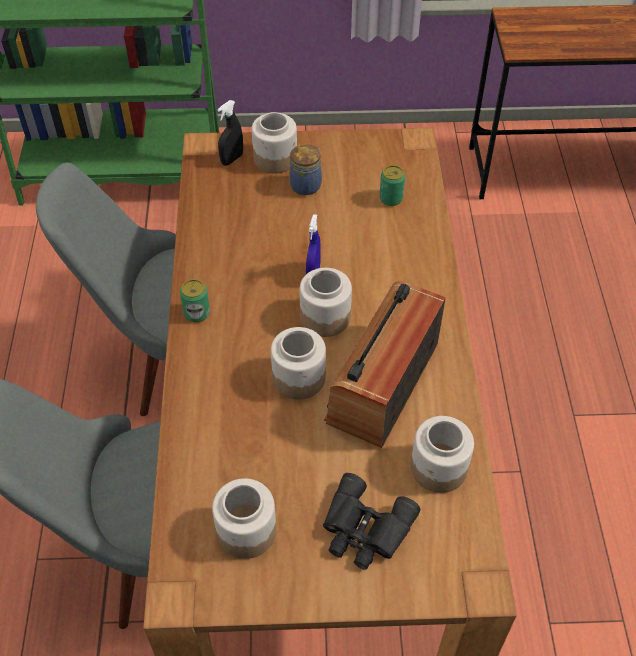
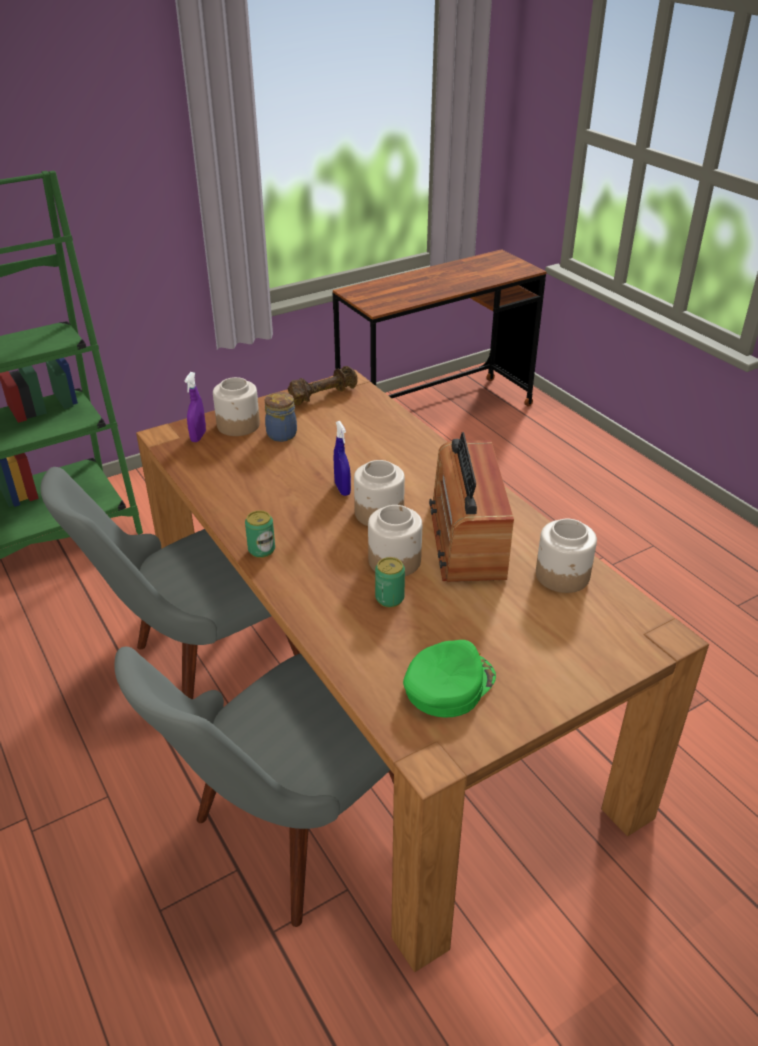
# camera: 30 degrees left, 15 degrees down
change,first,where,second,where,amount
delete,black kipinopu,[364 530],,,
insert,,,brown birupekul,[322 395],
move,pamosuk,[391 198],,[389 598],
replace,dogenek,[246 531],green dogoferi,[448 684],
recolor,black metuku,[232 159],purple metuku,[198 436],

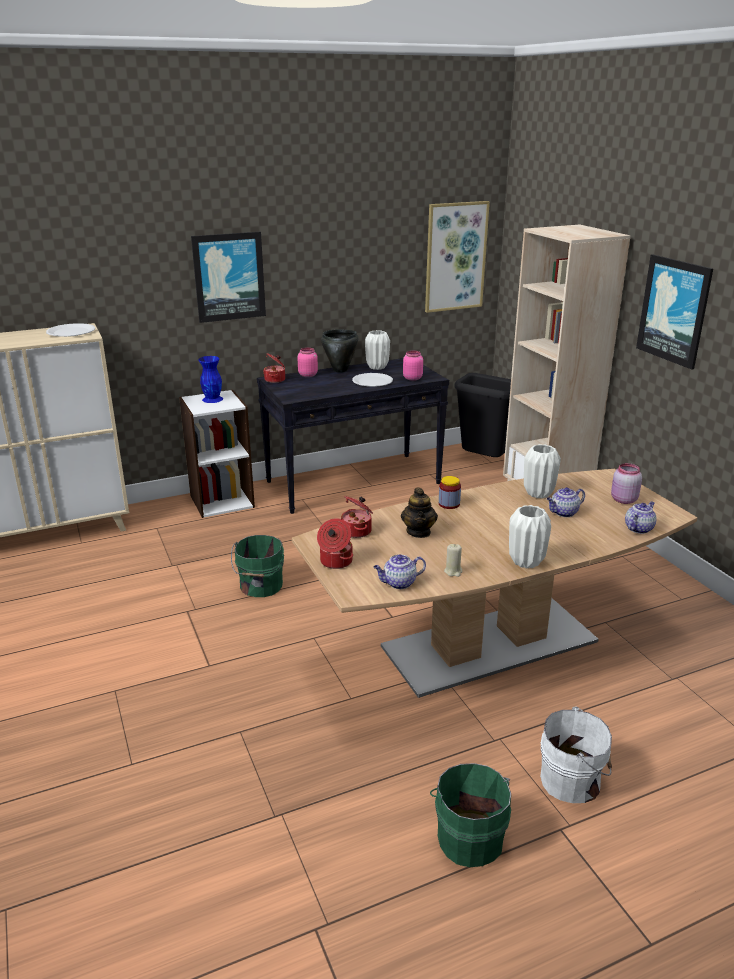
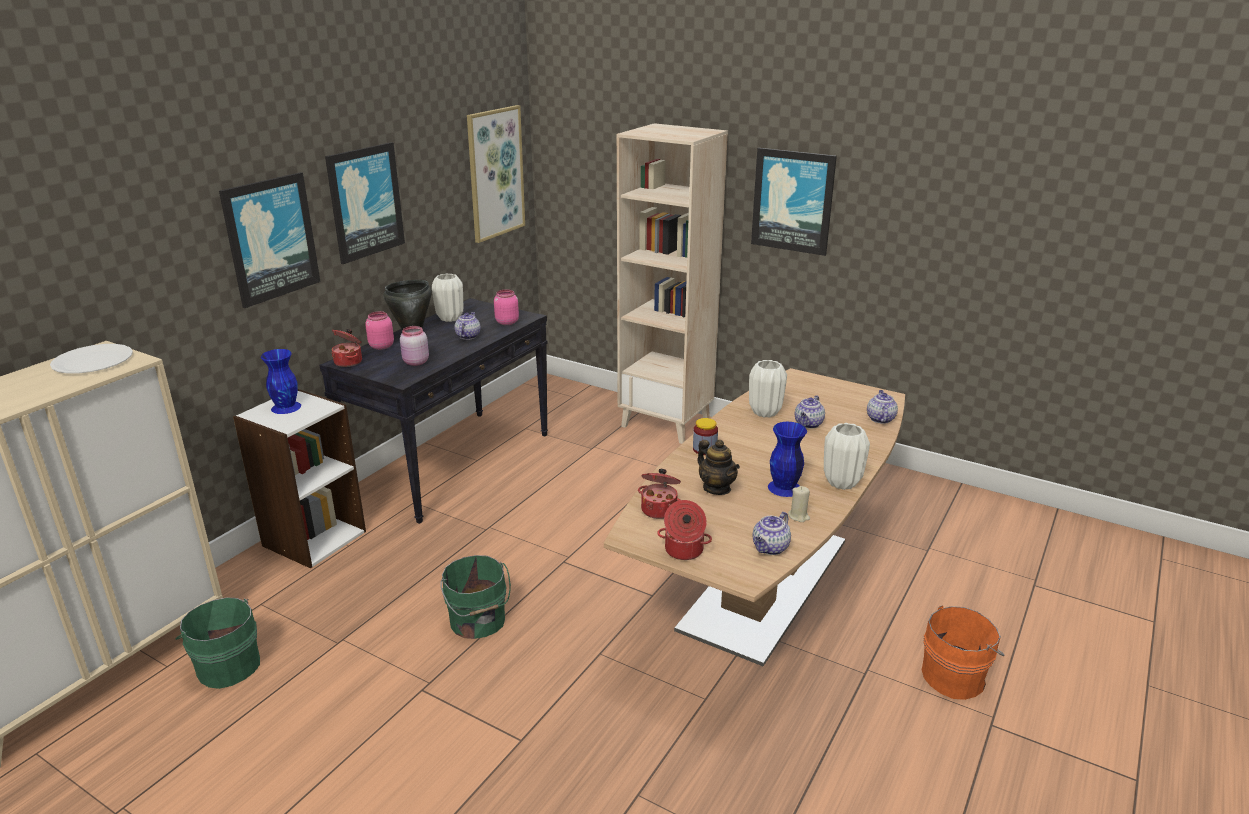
# camera: 35 degrees left, 0 degrees up
change,first,where,second,where,amount
delete,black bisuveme,[484 461],,,
insert,,,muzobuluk,[365 202],
insert,,,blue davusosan,[784 488],
move,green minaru,[469 836],,[227 665],
move,pink dogenek,[623 500],,[415 362],
replace,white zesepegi,[372 381],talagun,[468 336],
recolor,white minaru,[573 780],orange minaru,[955 676],

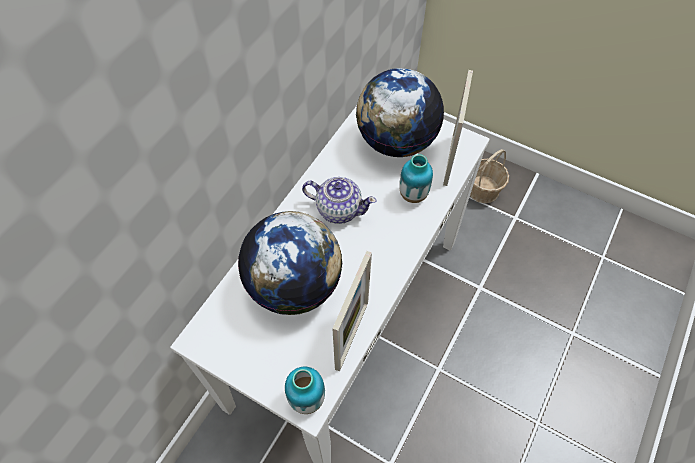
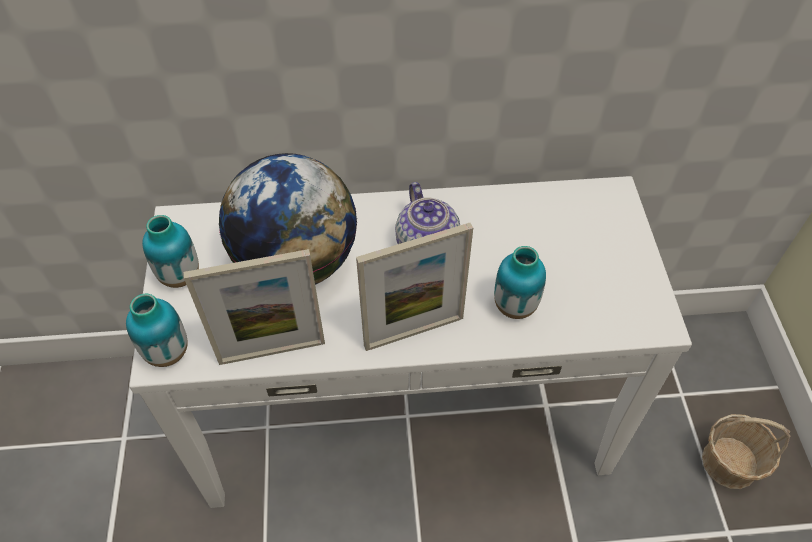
# camera: 55 degrees right, 5 degrees down
change,first,where,second,where,amount
delete,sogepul,[396 141],,,
insert,,,davusosan,[180 276],
move,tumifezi,[450 160],,[414 332],

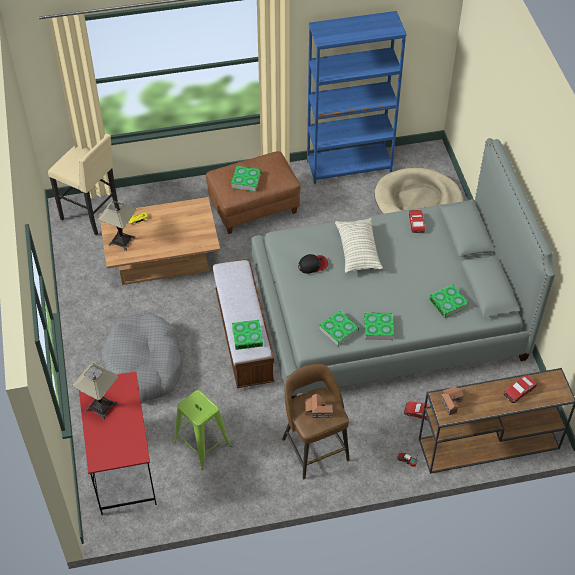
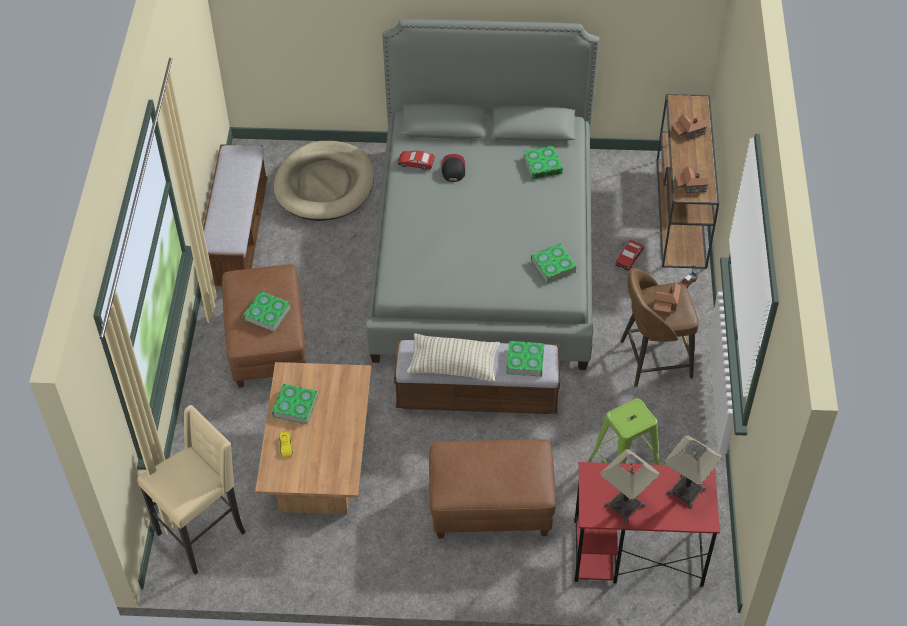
# camera: 75 degrees left, 0 degrees up
change,first,where,second,where,amount
move,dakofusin,[121 240],,[686 491],
move,dogoferi,[313 265],,[453 169],
move,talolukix,[358 251],,[454 365],
move,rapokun,[378 328],,[295 406],
replace,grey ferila,[144 365],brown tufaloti,[490 508],
replace,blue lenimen,[349 166],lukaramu,[237 234],
replace,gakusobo,[519 391],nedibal,[688 132],

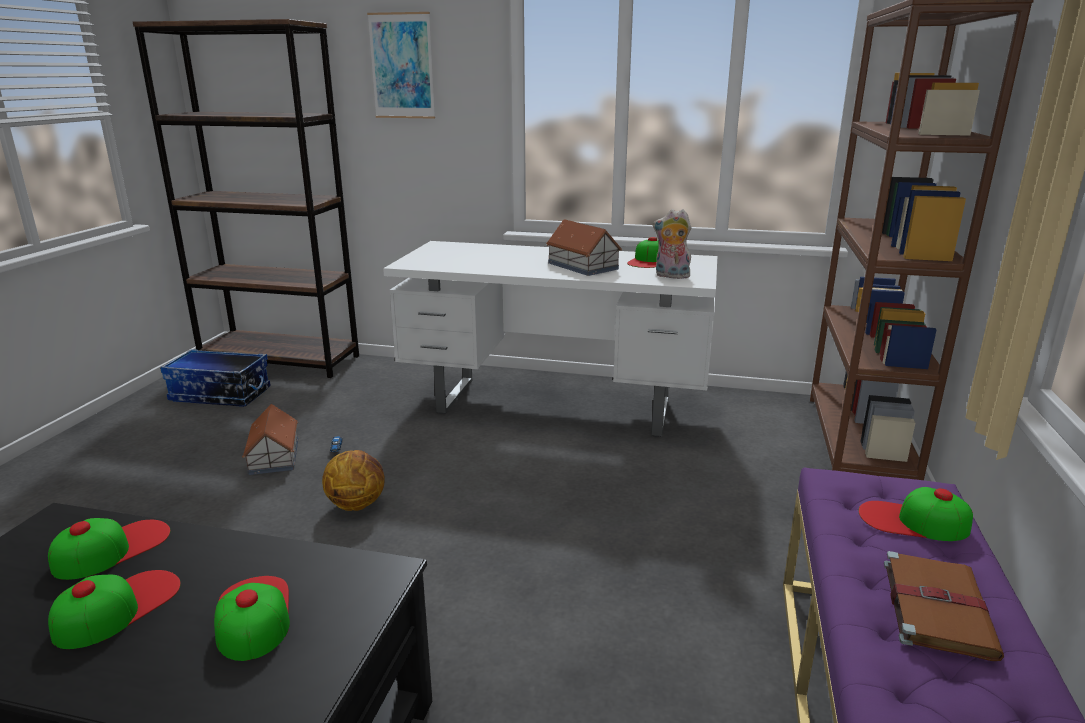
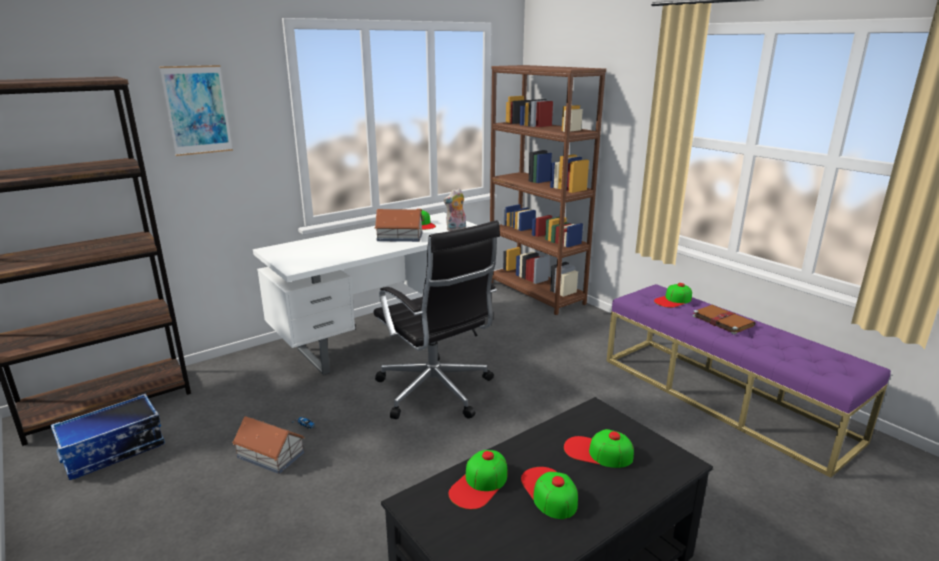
# camera: 50 degrees left, 0 degrees up
change,first,where,second,where,amount
delete,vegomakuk,[357 504],,,
insert,,,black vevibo,[436 392],
rotate,dogoferi,[112 548],,[479 484],135 degrees counterclockwise

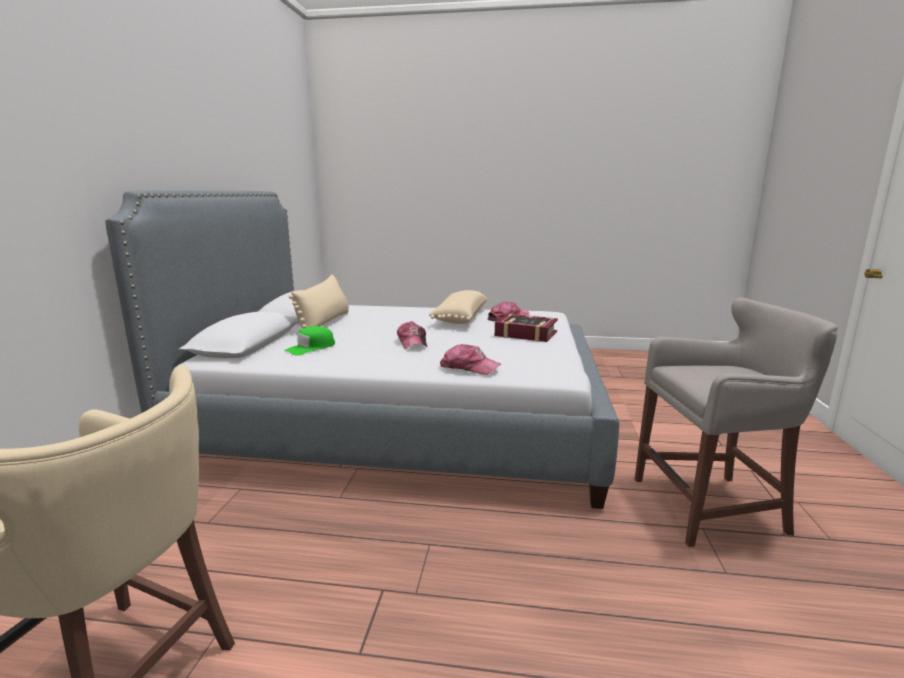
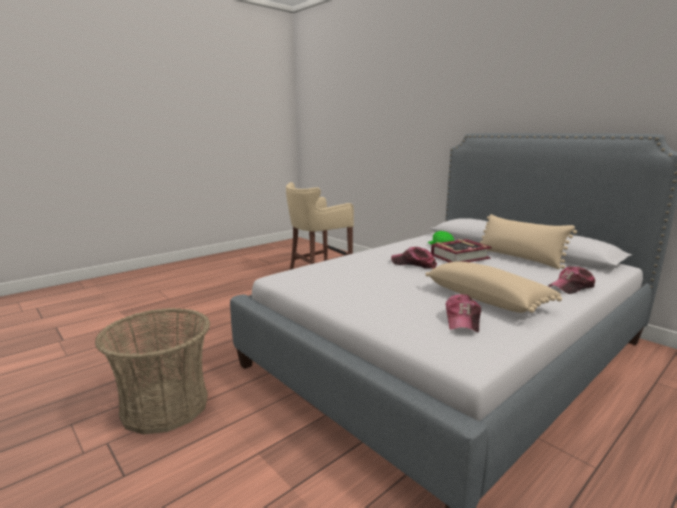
# camera: 130 degrees right, 0 degrees up
change,first,where,second,where,amount
move,dogoferi,[469 368],,[571 287],
move,rapokun,[526 334],,[459 257],
replace,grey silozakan,[713 506],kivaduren,[164 406],

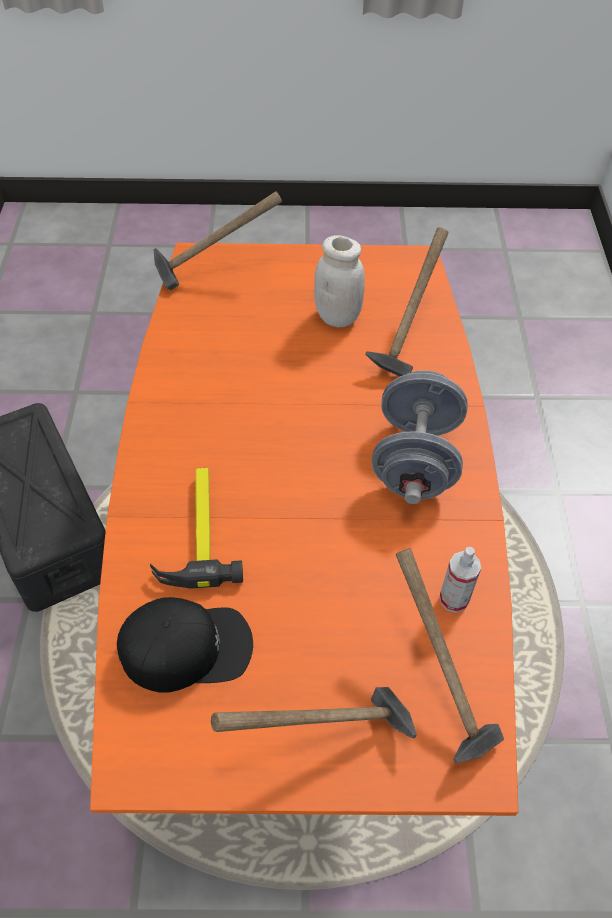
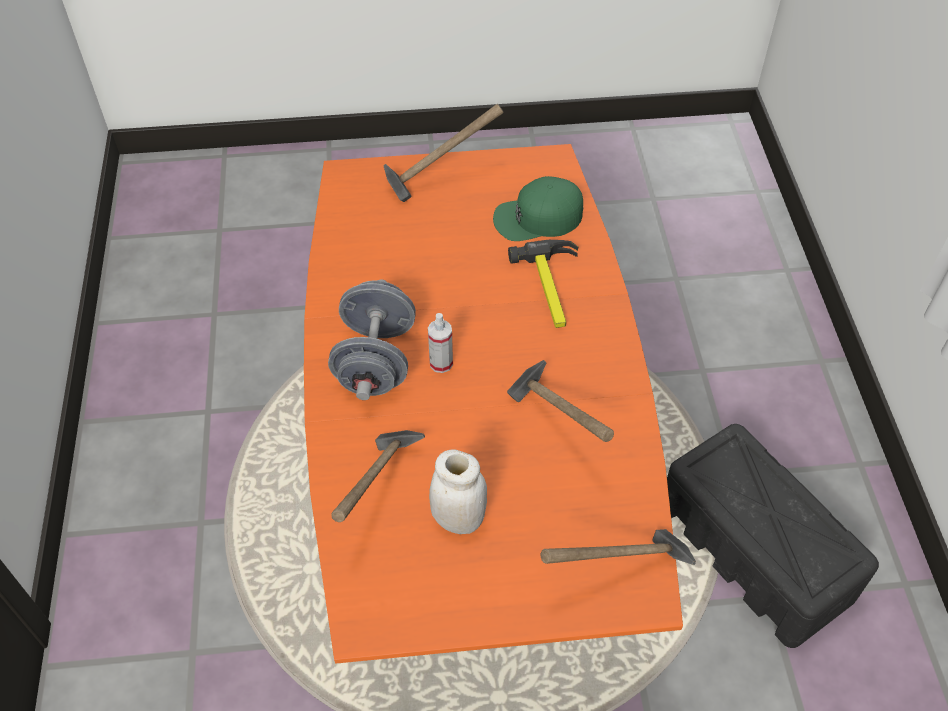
# camera: 175 degrees right, 0 degrees up
change,first,where,second,where,amount
move,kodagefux,[435 687],,[557 427],
move,metuku,[454 599],,[441 363],
recolor,black dogoferi,[187 647],green dogoferi,[538 217],

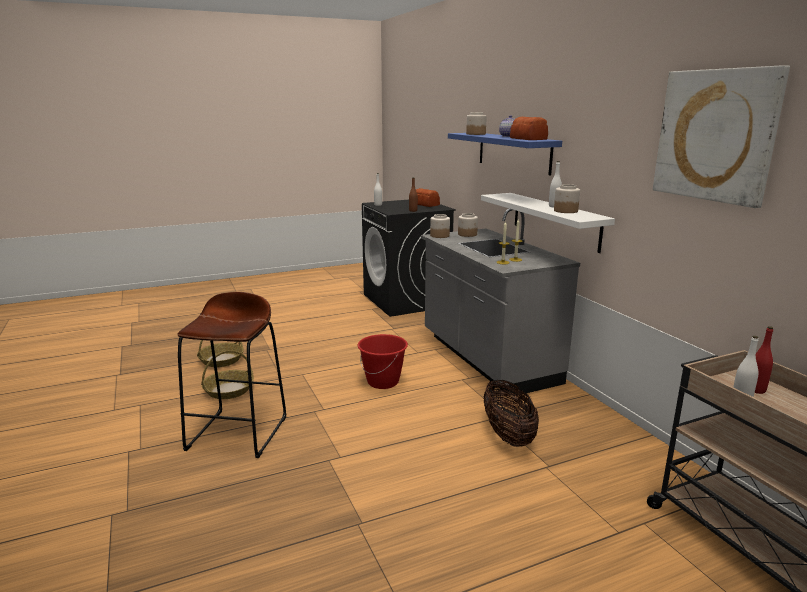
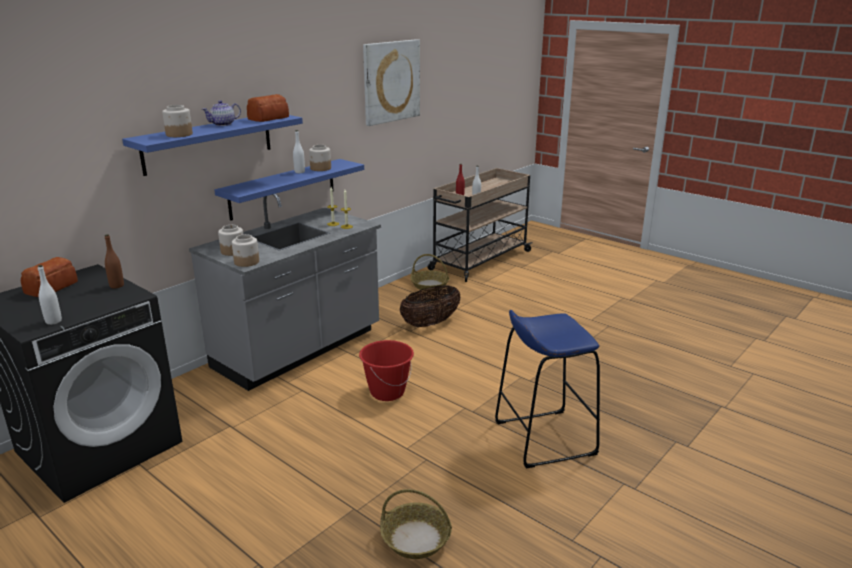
# camera: 115 degrees left, 5 degrees up
change,first,where,second,where,amount
move,kivaduren,[229 390],,[429 285],
recolor,brown silozakan,[238 433],blue silozakan,[544 438],
recolor,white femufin,[555 221],blue femufin,[283 189],

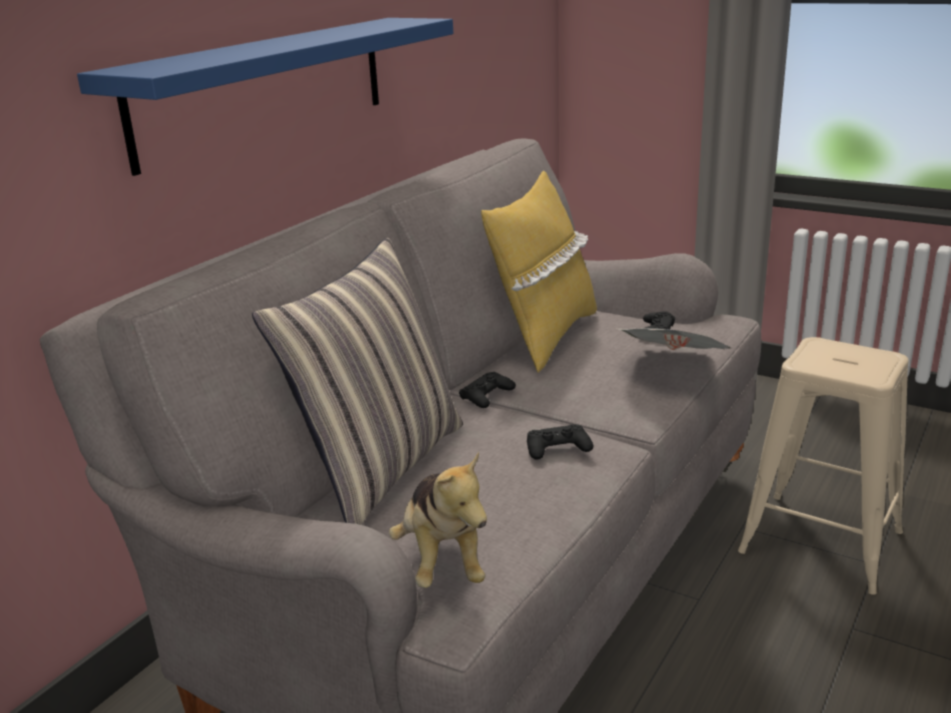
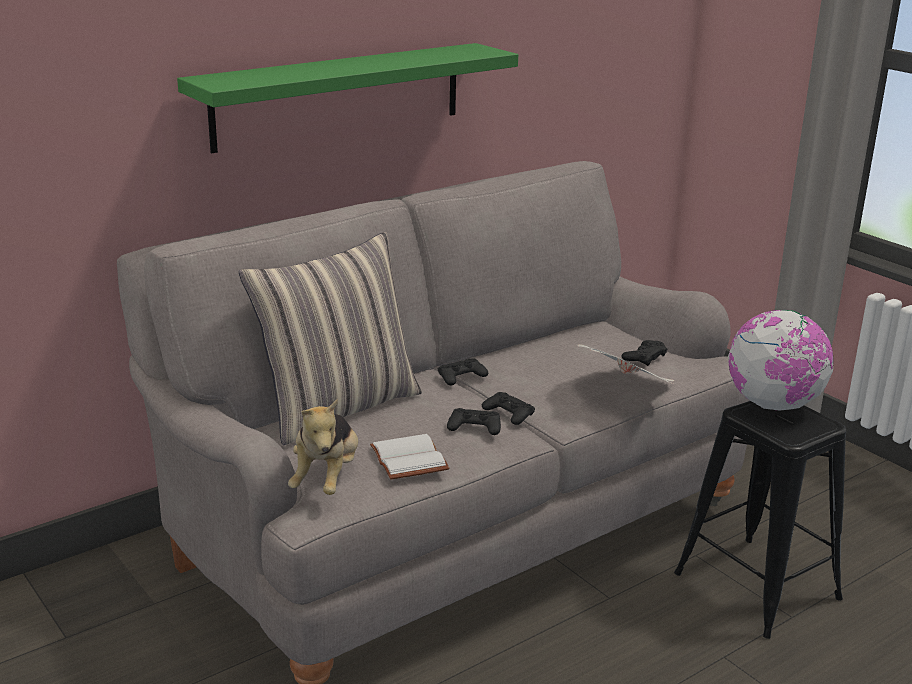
# camera: 20 degrees right, 0 degrees up
change,first,where,second,where,amount
delete,yellow talolukix,[544 337],,,
insert,,,white rapokun,[411 459],
insert,,,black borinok,[508 413],
insert,,,sogepul,[773 405],
recolor,blue femufin,[265 88],green femufin,[339 96],
recolor,beige silozakan,[821 542],black silozakan,[757 586],

